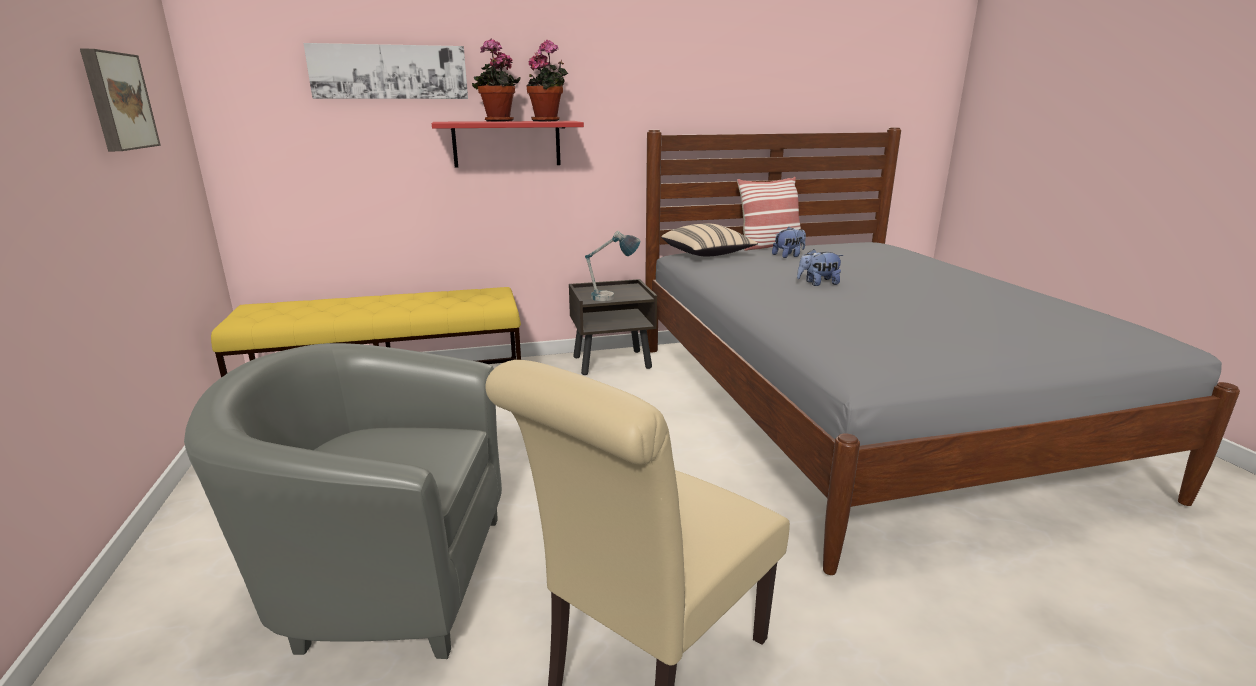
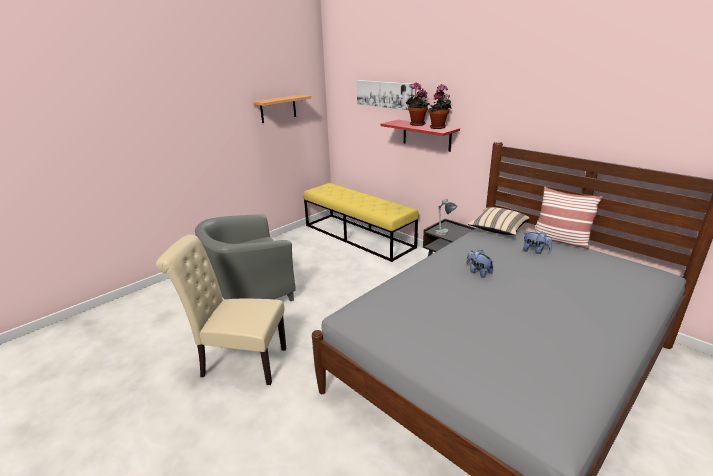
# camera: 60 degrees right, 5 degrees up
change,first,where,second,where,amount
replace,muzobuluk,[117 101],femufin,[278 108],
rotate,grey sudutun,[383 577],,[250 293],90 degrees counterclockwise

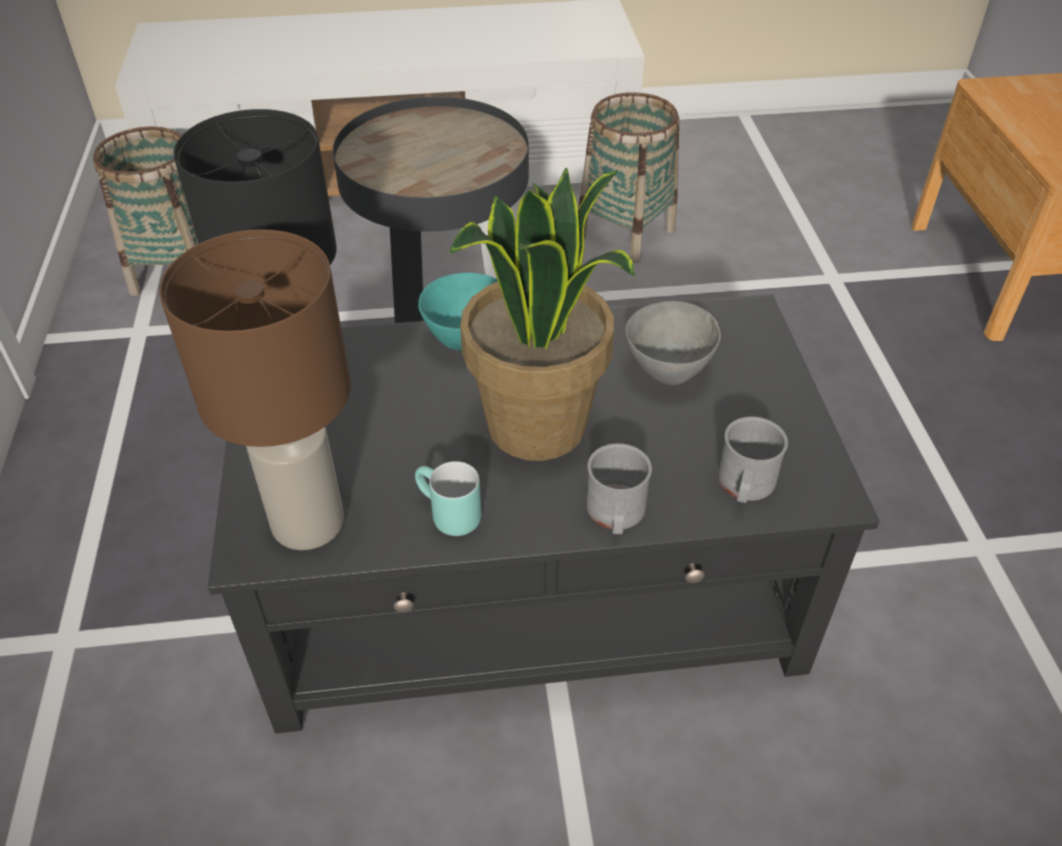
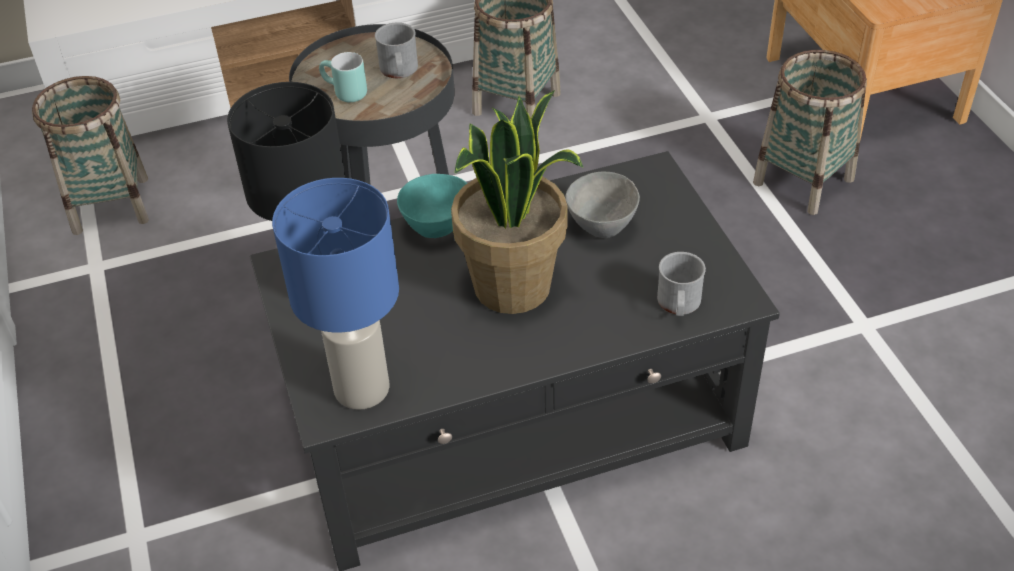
# camera: 10 degrees left, 0 degrees up
change,first,where,second,where,amount
insert,,,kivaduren,[803 181],
move,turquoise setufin,[446 516],,[343 94],
move,grey setufin,[615 515],,[399 71],
recolor,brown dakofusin,[306 523],blue dakofusin,[360 389],

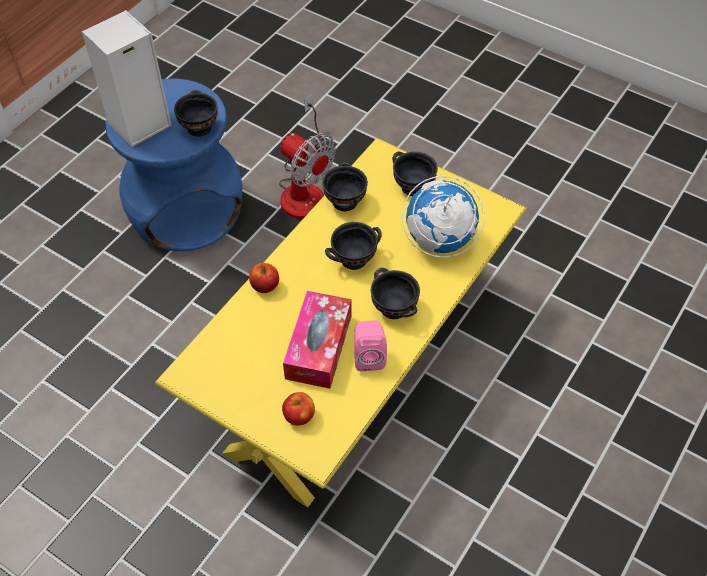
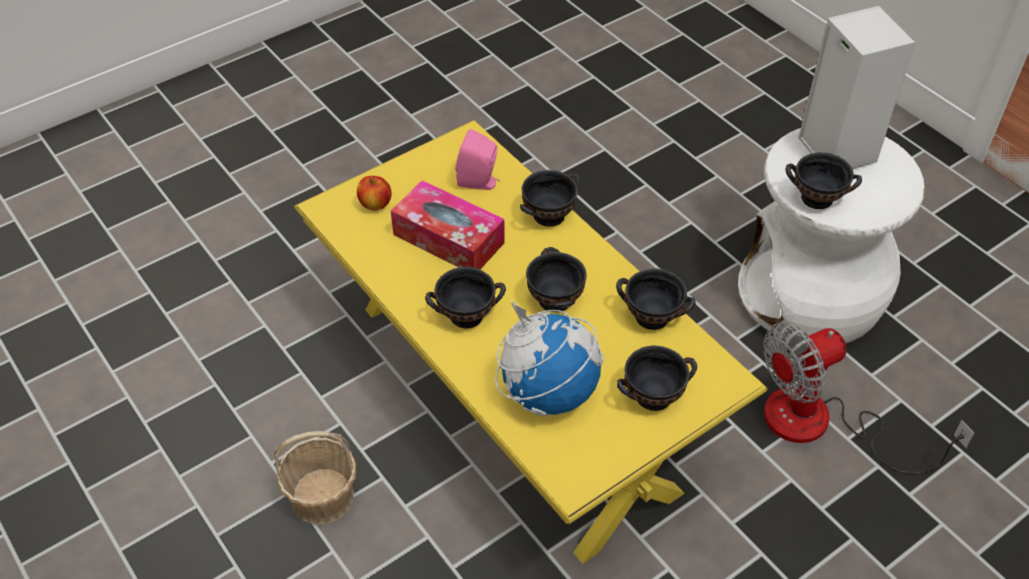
# camera: 110 degrees right, 5 degrees down
change,first,where,second,where,amount
insert,,,kivaduren,[323 497],
move,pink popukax,[368 356],,[479 182],
replace,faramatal,[265 286],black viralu,[550 215],
recolor,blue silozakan,[186 209],white silozakan,[811 295],

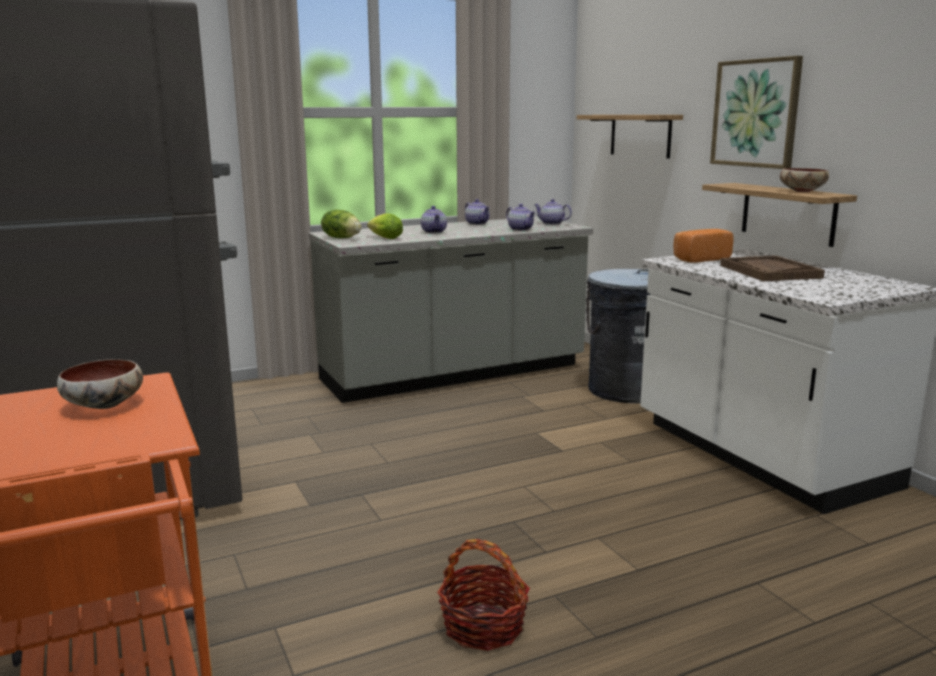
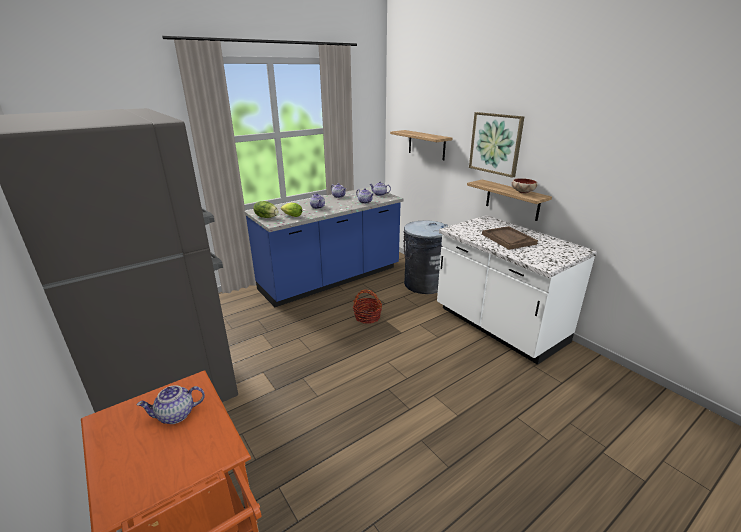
# camera: 10 degrees left, 10 degrees up
change,first,where,second,where,amount
delete,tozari,[699 259],,,
move,kivaduren,[483 626],,[367 317],
replace,viralu,[104 406],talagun,[176 415],
recolor,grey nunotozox,[454 374],blue nunotozox,[331 279],

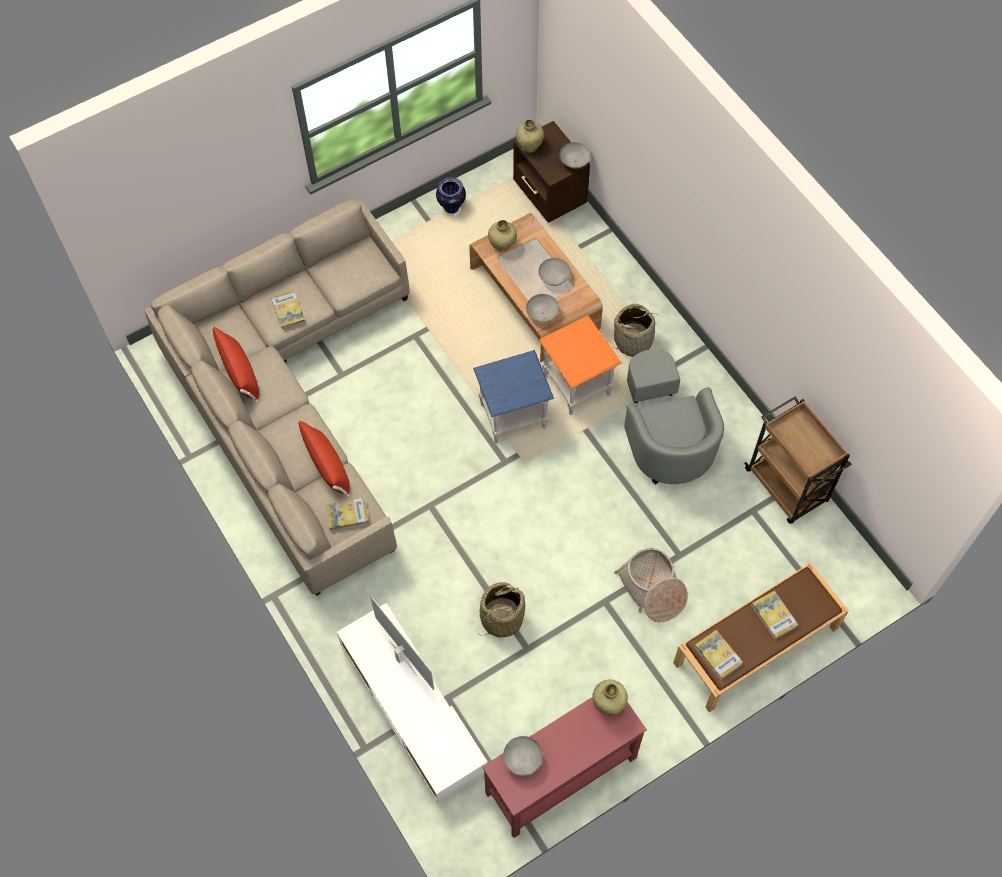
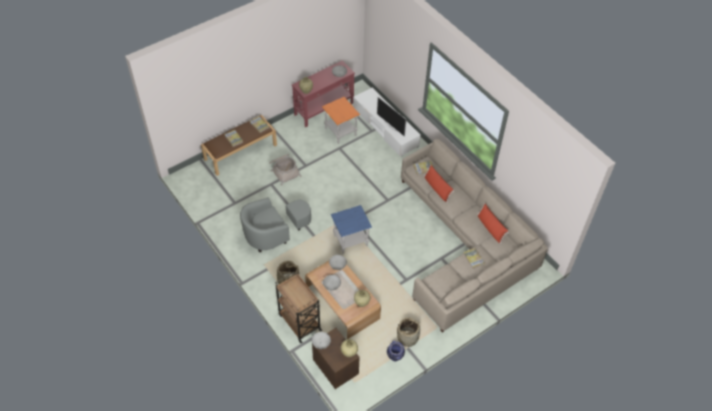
# camera: 175 degrees right, 10 degrees down
change,first,where,second,where,amount
move,kivaduren,[501 618],,[408 337],
move,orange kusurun,[576 385],,[341 132],
move,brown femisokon,[787 487],,[299 322],
rotate,grey sudutun,[666 438],,[273 233],105 degrees counterclockwise

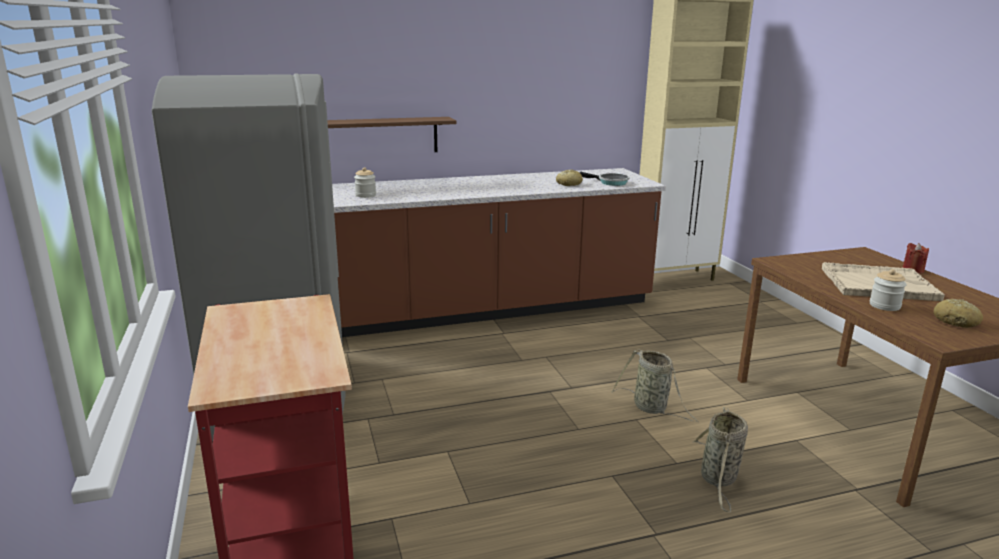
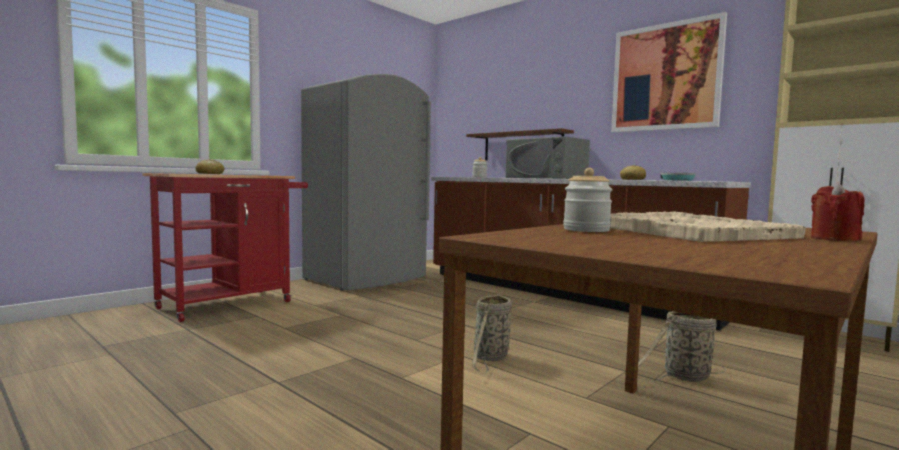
# camera: 60 degrees right, 15 degrees down
change,first,where,second,where,amount
insert,,,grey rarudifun,[546 178],
insert,,,muzobuluk,[665 77],
move,kivaduren,[718 480],,[684 377],
move,tozari,[956 321],,[210 174],

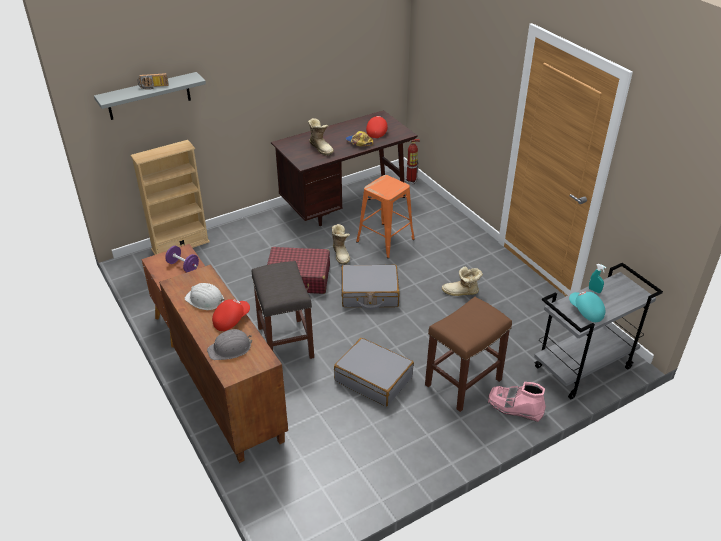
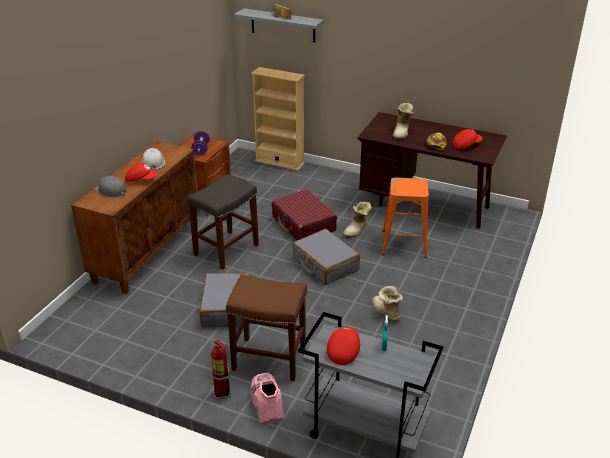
# camera: 55 degrees right, 5 degrees down
change,first,where,second,where,amount
move,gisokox,[411 181],,[222 393],
recolor,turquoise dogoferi,[585 311],red dogoferi,[343 350],

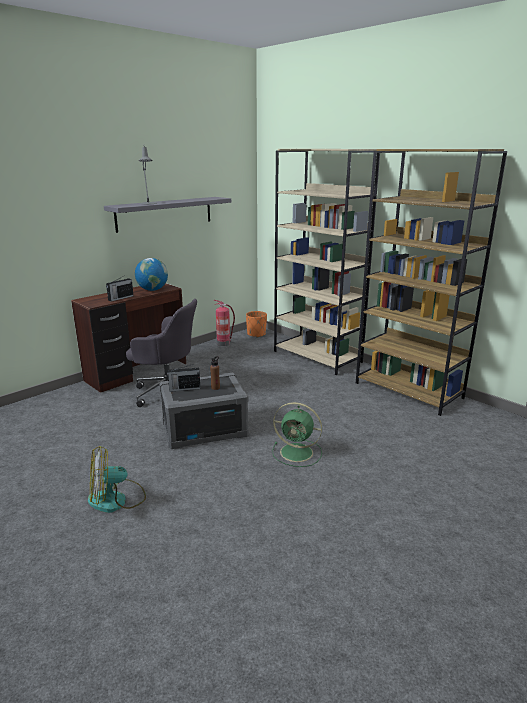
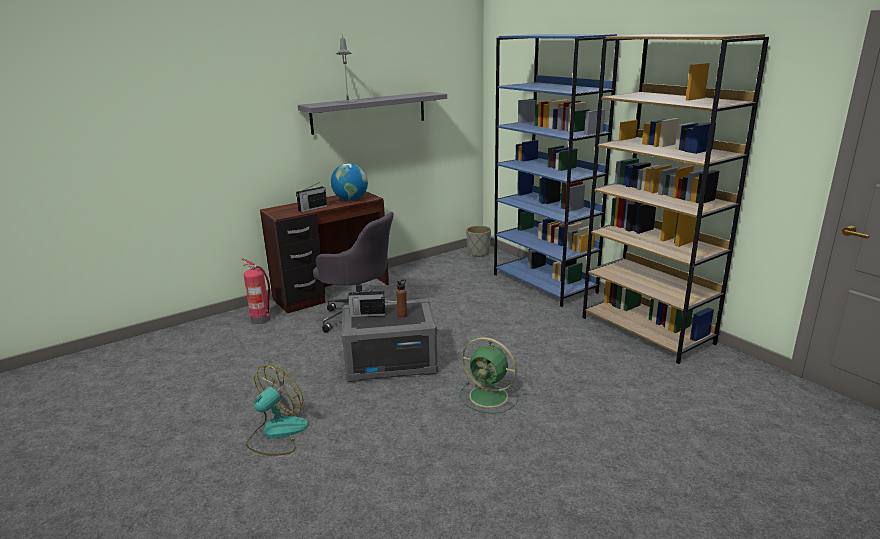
# camera: 10 degrees right, 0 degrees up
change,first,where,second,where,amount
move,gisokox,[224 343],,[261 319],
recolor,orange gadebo,[256 334],grey gadebo,[478 253],
recolor,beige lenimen,[318 357],blue lenimen,[545 283],
rotate,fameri,[116 500],,[277 433],135 degrees clockwise

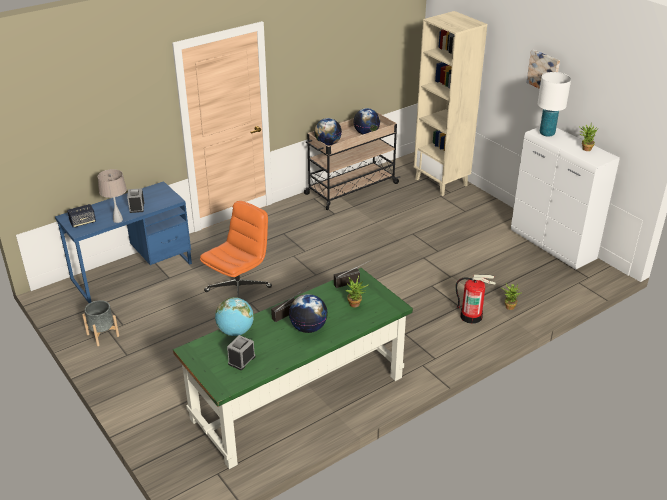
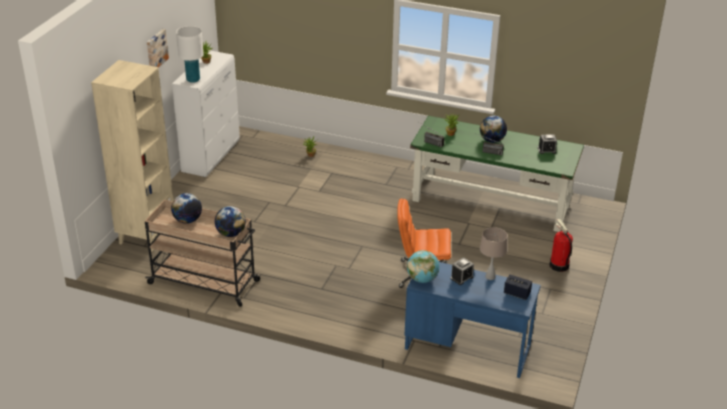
# camera: 125 degrees left, 0 degrees up
change,first,where,second,where,amount
delete,grey gadebo,[102 335],,,
move,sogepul,[235 331],,[422 279],
move,gisokox,[471 316],,[558 265],

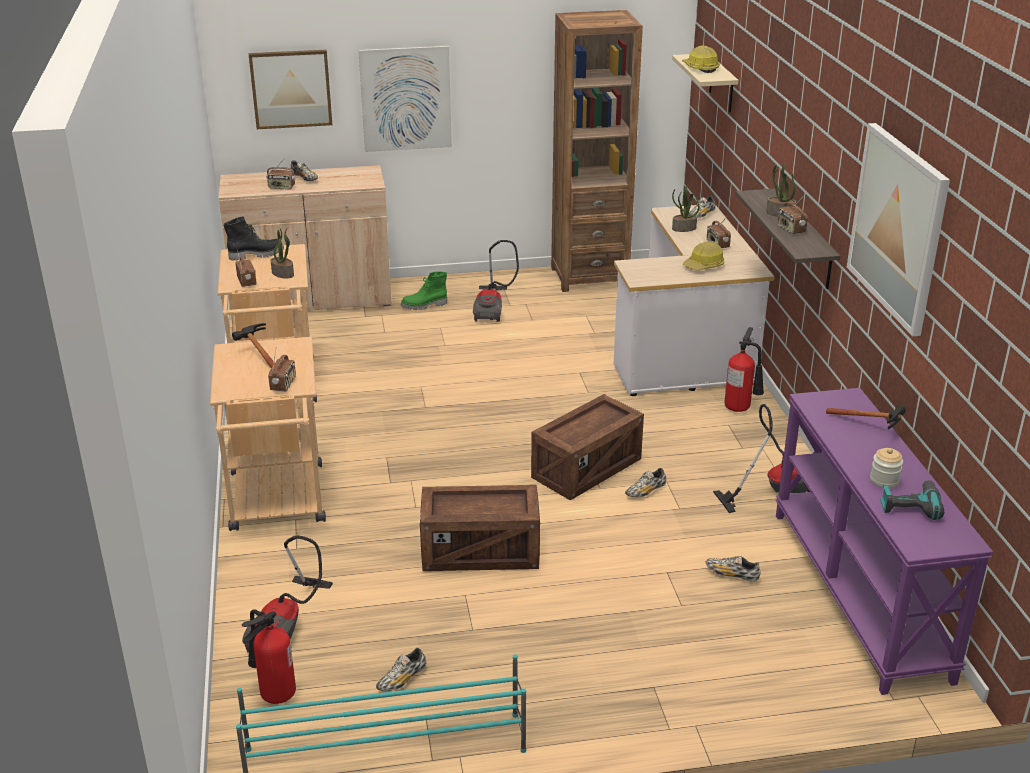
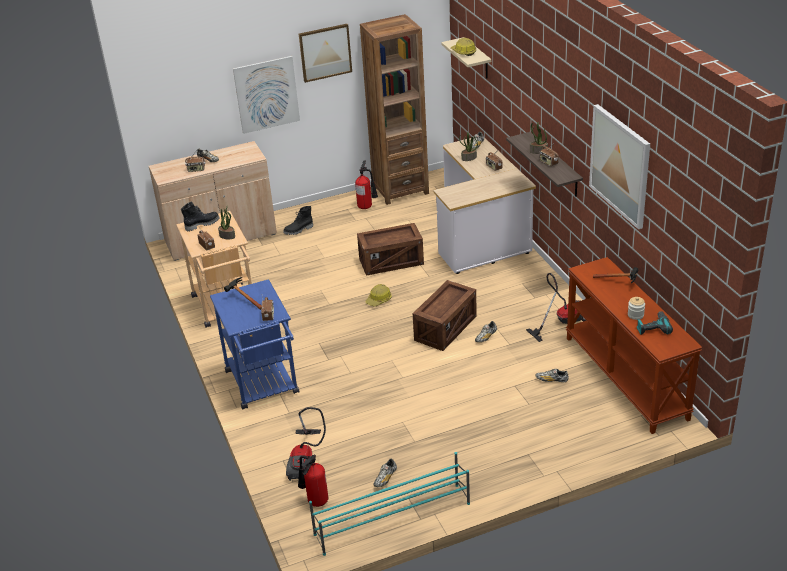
# camera: 10 degrees left, 5 degrees up
change,first,where,second,where,amount
delete,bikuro,[492 308],,,
move,muzobuluk,[291 89],,[325 52],
move,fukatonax,[480 552],,[391 262],
move,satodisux,[704 266],,[379 300],
move,gisokox,[741 408],,[367 206],
recolor,beige femisokon,[278 504],blue femisokon,[264 386],
recolor,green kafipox,[424 306],black kafipox,[299 230],
recolor,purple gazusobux,[860 593],brown gazusobux,[626 377],

